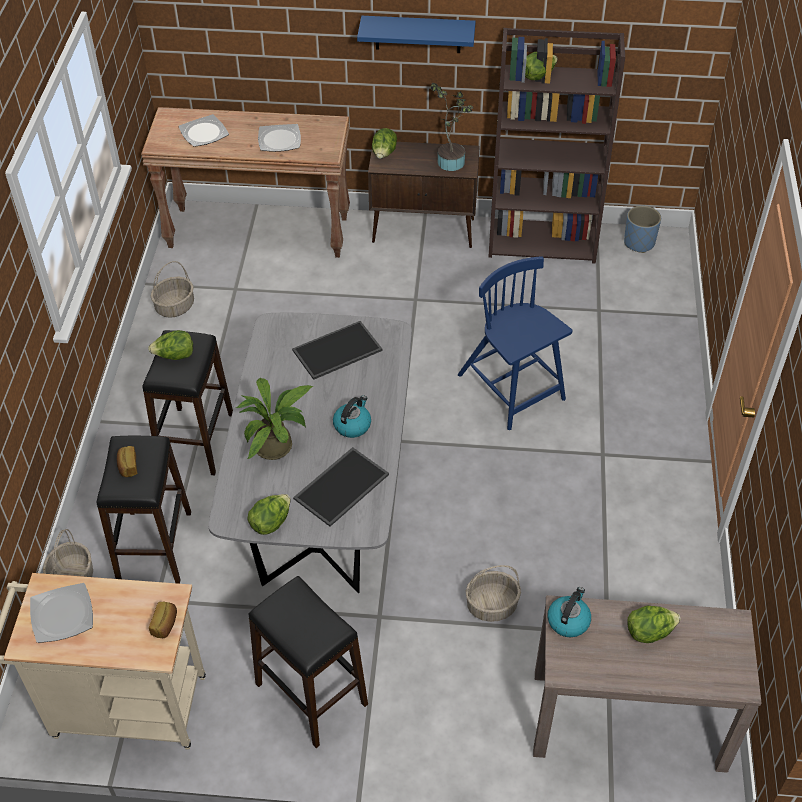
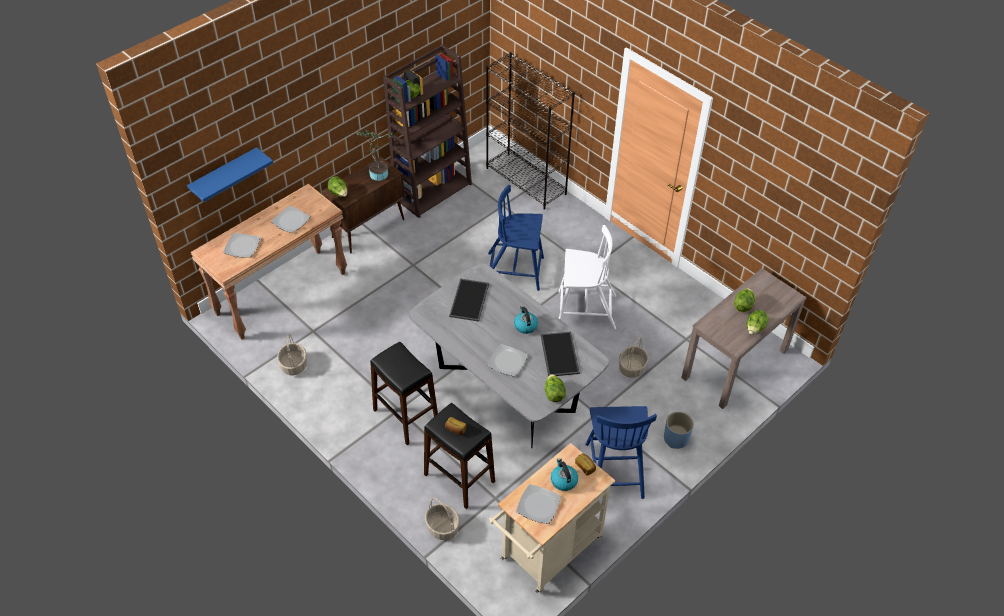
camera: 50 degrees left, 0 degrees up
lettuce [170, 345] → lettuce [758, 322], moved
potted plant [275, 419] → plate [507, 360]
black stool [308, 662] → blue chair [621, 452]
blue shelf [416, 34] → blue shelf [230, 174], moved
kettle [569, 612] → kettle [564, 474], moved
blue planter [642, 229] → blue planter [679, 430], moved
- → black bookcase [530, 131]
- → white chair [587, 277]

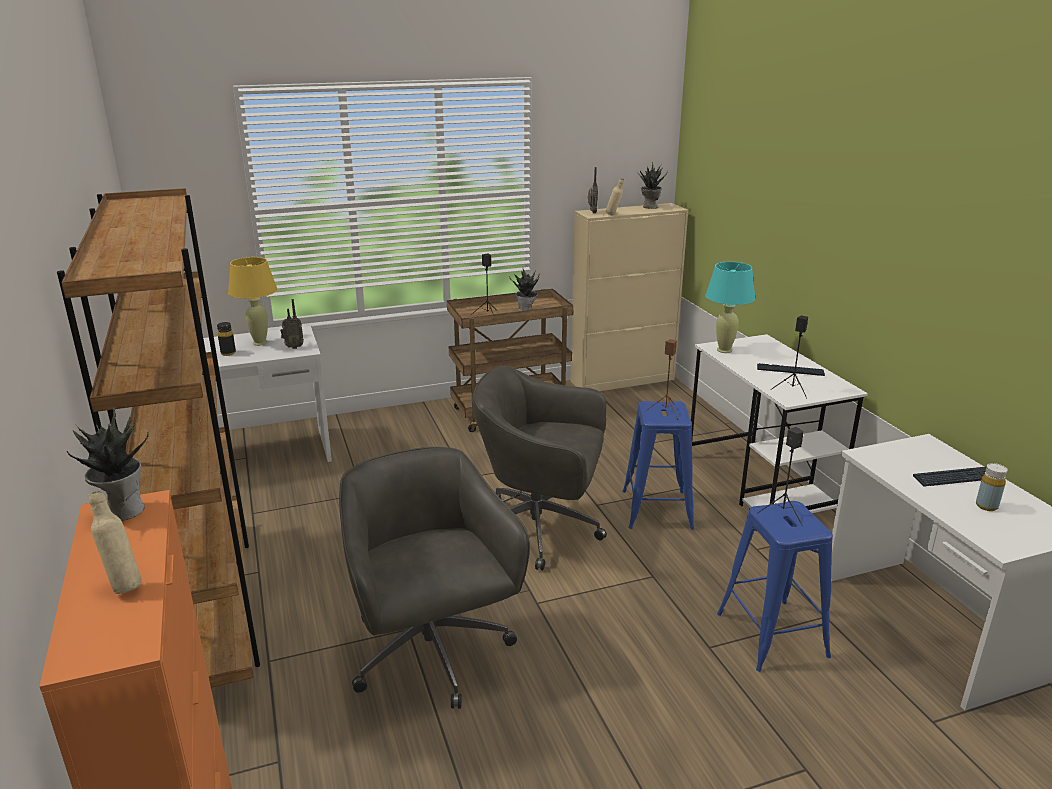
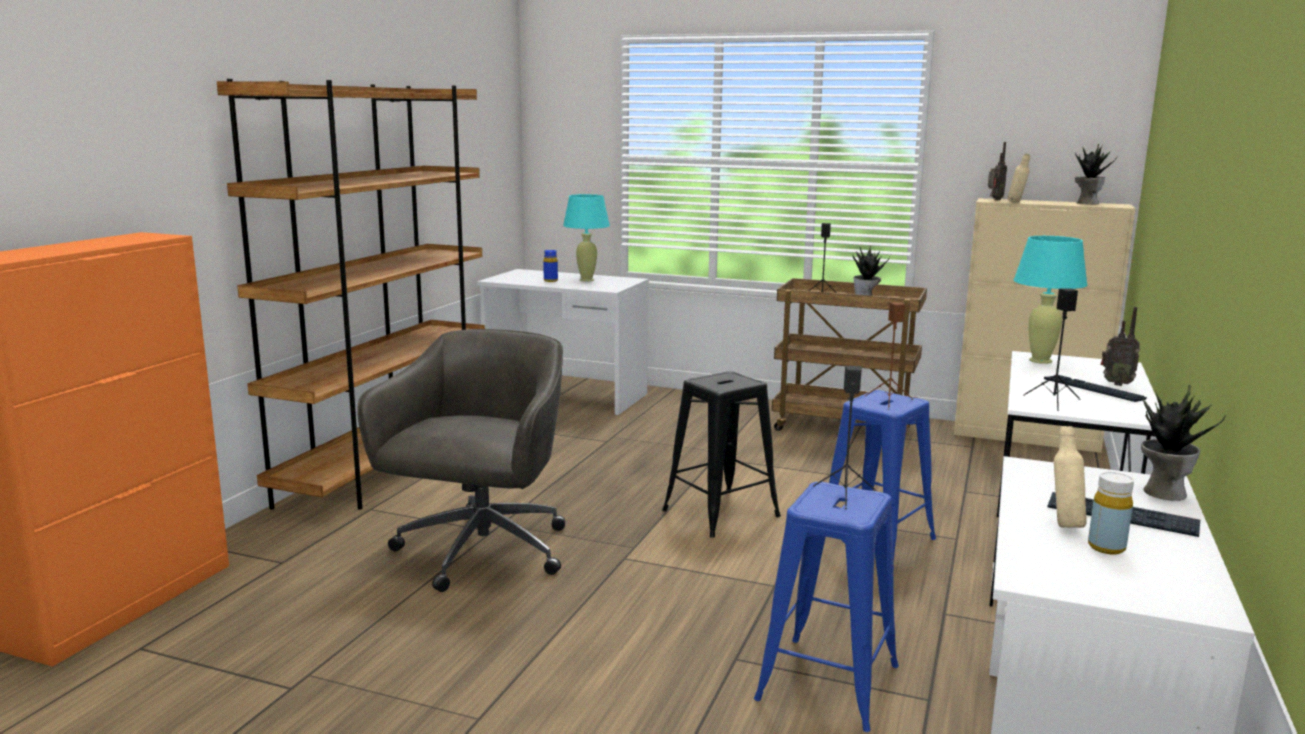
camera: 40 degrees right, 10 degrees down
potted plant [108, 464] → potted plant [1183, 443], moved
beige bottle [115, 542] → beige bottle [1070, 477], moved
black bottle [226, 339] → blue bottle [550, 266]
yellow table lamp [252, 301] → turquoise table lamp [586, 237]
radio [292, 324] → radio [1120, 346], moved
grey office chair [539, 468] → black stool [721, 454]

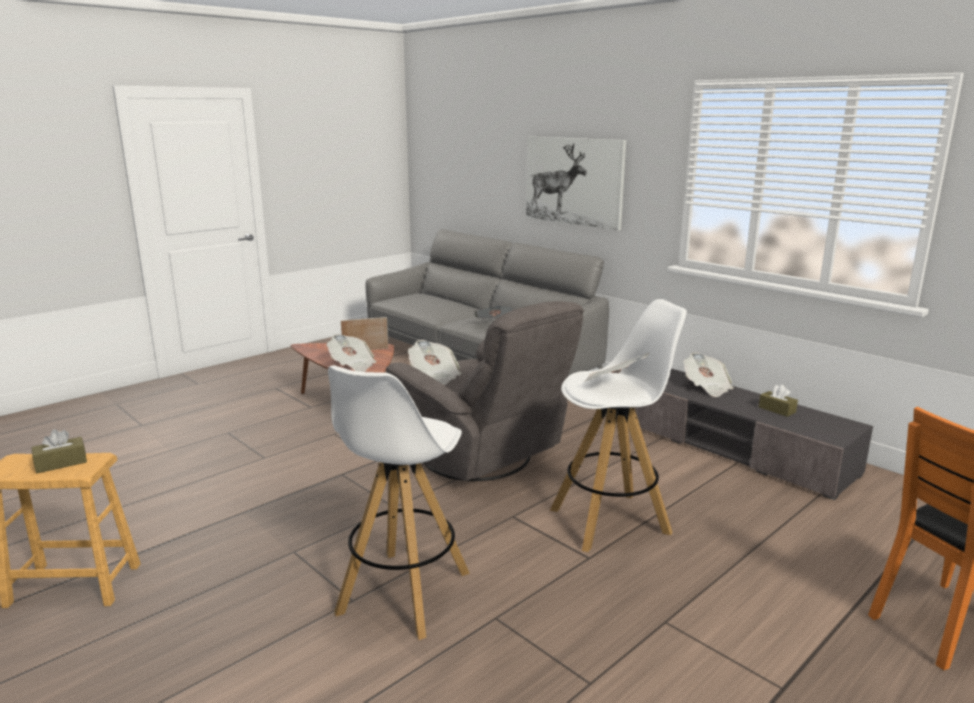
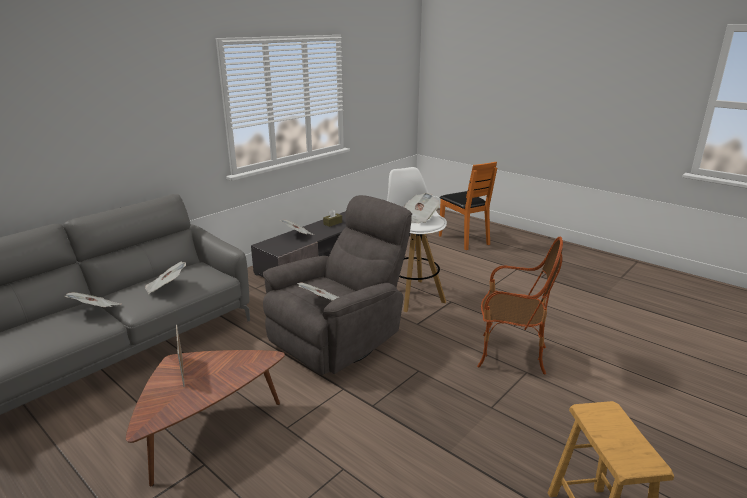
camera: 95 degrees left, 5 degrees up
brown tissue box [59, 451] → -
newspaper [352, 353] → newspaper [92, 299], moved
white stool [399, 502] → armchair [520, 305]
picture [576, 184] → -

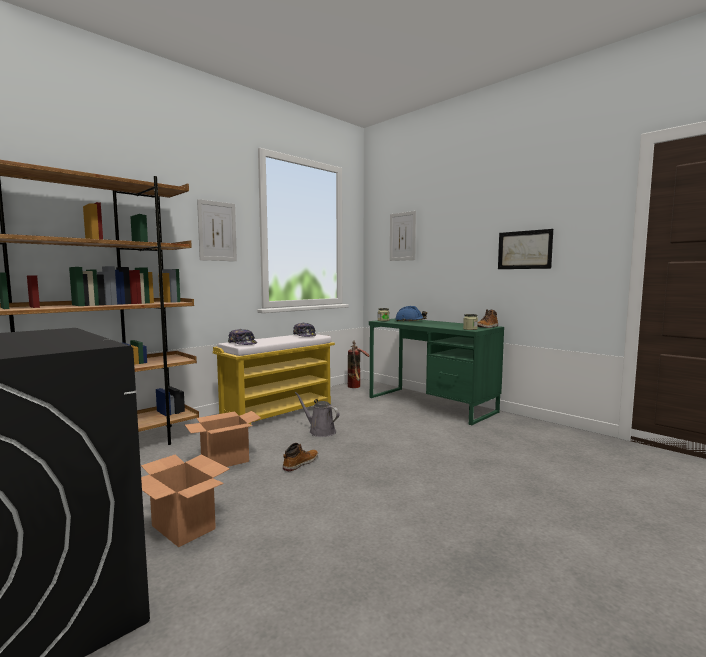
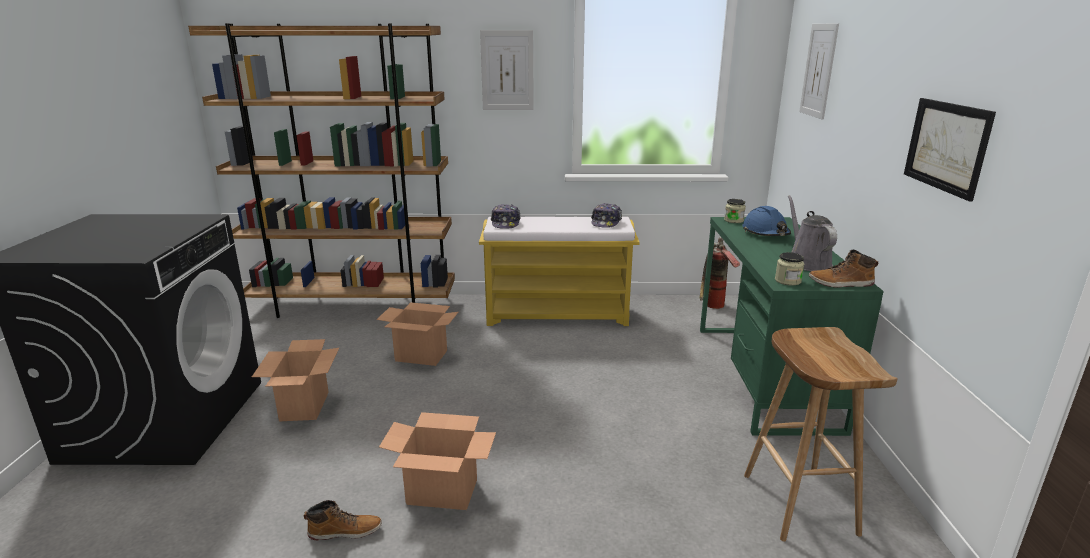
camera: 45 degrees right, 15 degrees up
boot [300, 457] → boot [343, 520], moved
grey watering can [317, 414] → grey watering can [812, 233], moved
- → cardboard box [437, 461]
- → brown stool [821, 434]

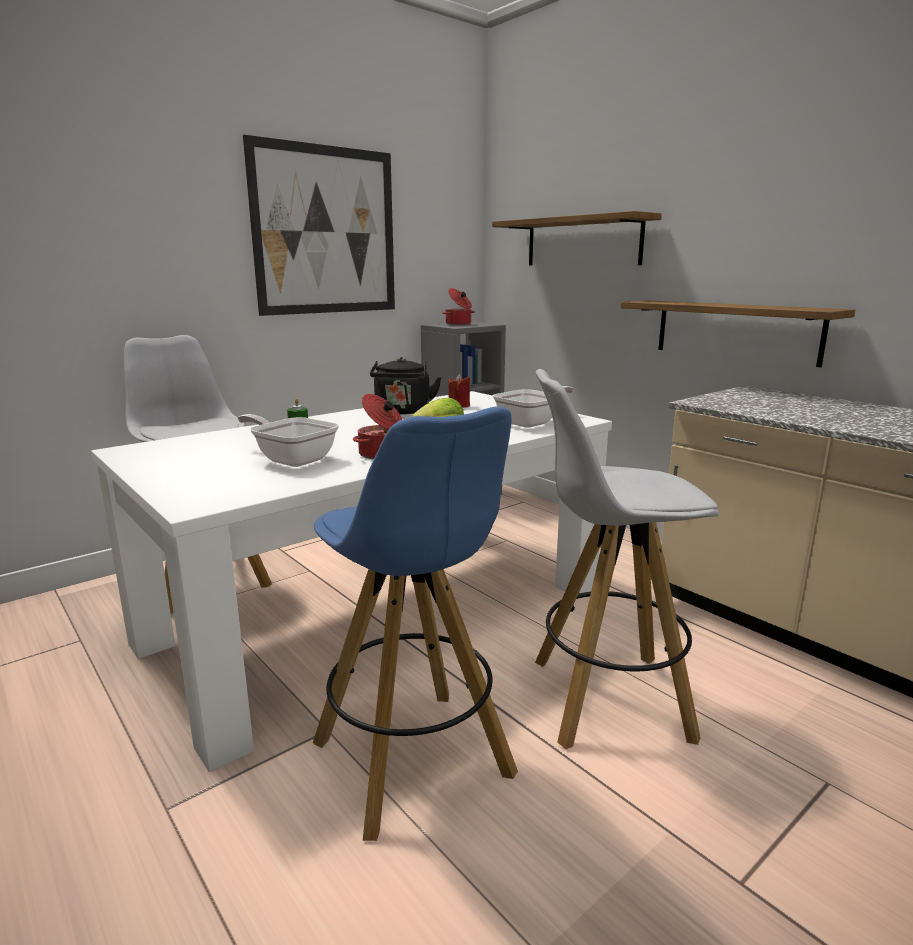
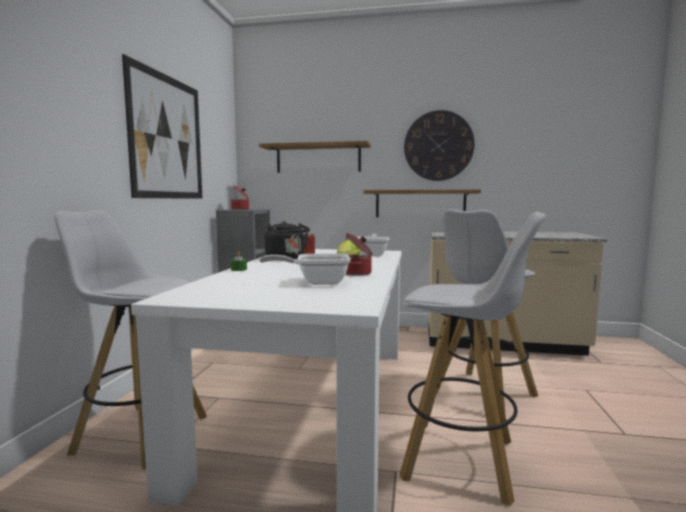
camera: 40 degrees left, 10 degrees down
blue stool [415, 623] → white stool [473, 359]
- → wall clock [439, 145]

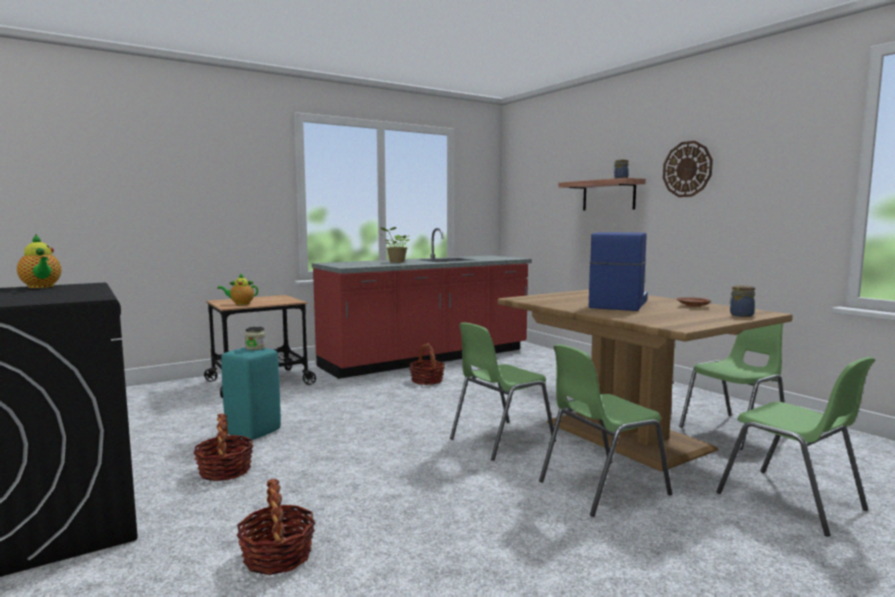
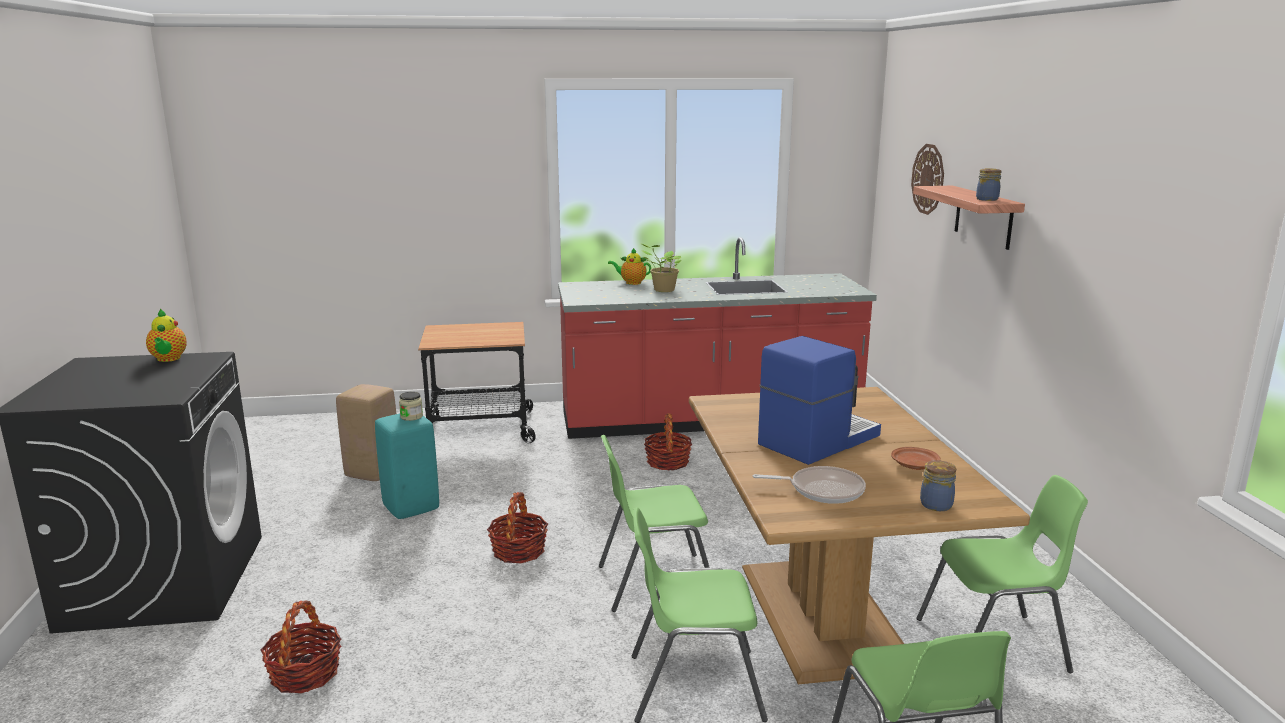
camera: 25 degrees right, 10 degrees up
basket [223, 447] → basket [517, 527], moved
teapot [237, 289] → teapot [629, 266], moved
wall clock [688, 169] → wall clock [927, 179], moved
- → beige stool [366, 432]
- → frying pan [809, 485]

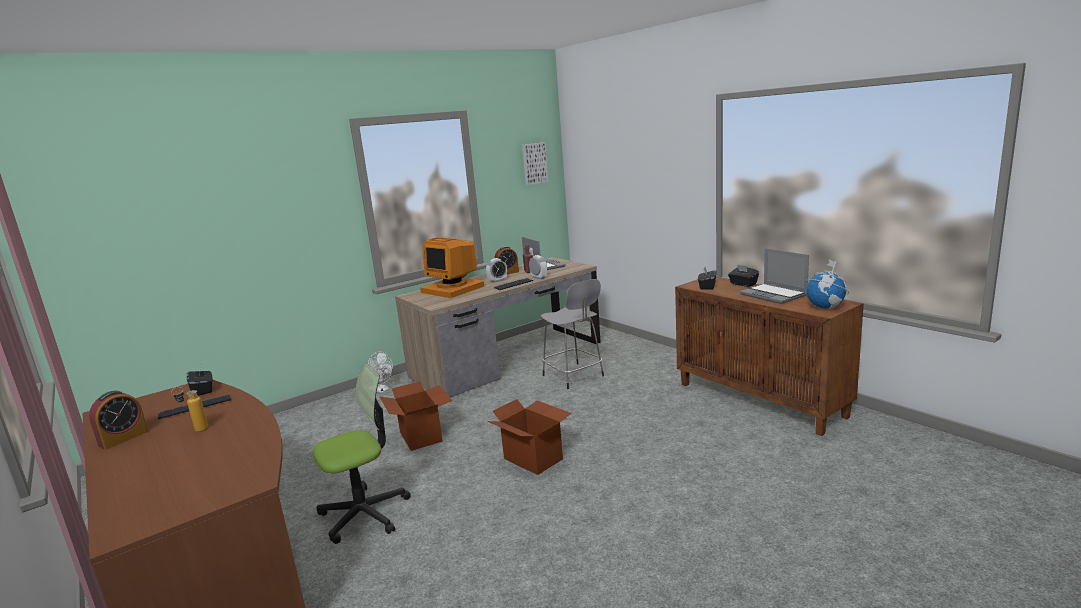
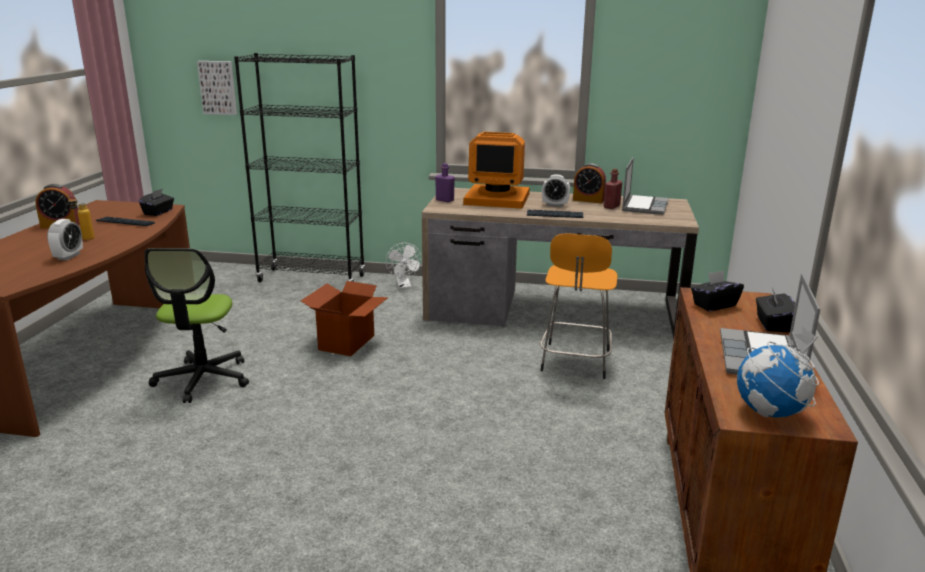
camera: 45 degrees right, 5 degrees up
office chair [362, 454] → office chair [196, 325], 75 degrees clockwise
monitor [452, 267] → monitor [496, 170], 75 degrees counterclockwise
cardboard box [529, 437] → -
picture [535, 163] → picture [217, 88], moved
alarm clock [538, 267] → alarm clock [65, 239], moved
grey stool [572, 334] → orange stool [579, 306]
- → black bookcase [299, 167]
- → purple bottle [445, 182]

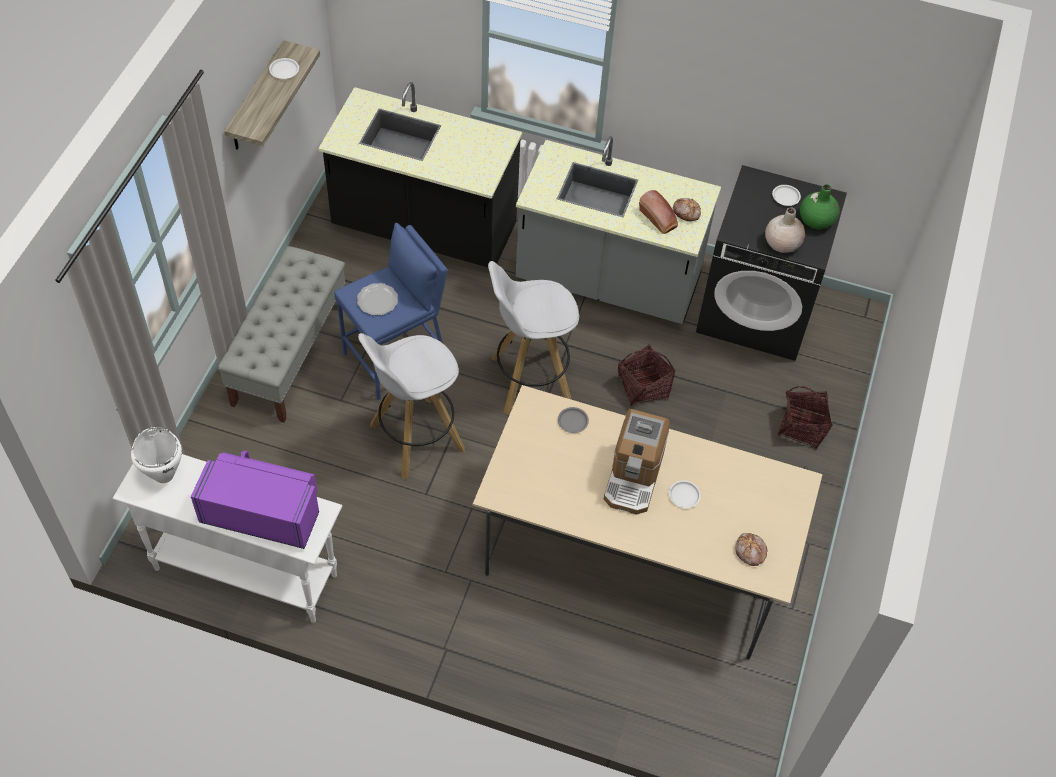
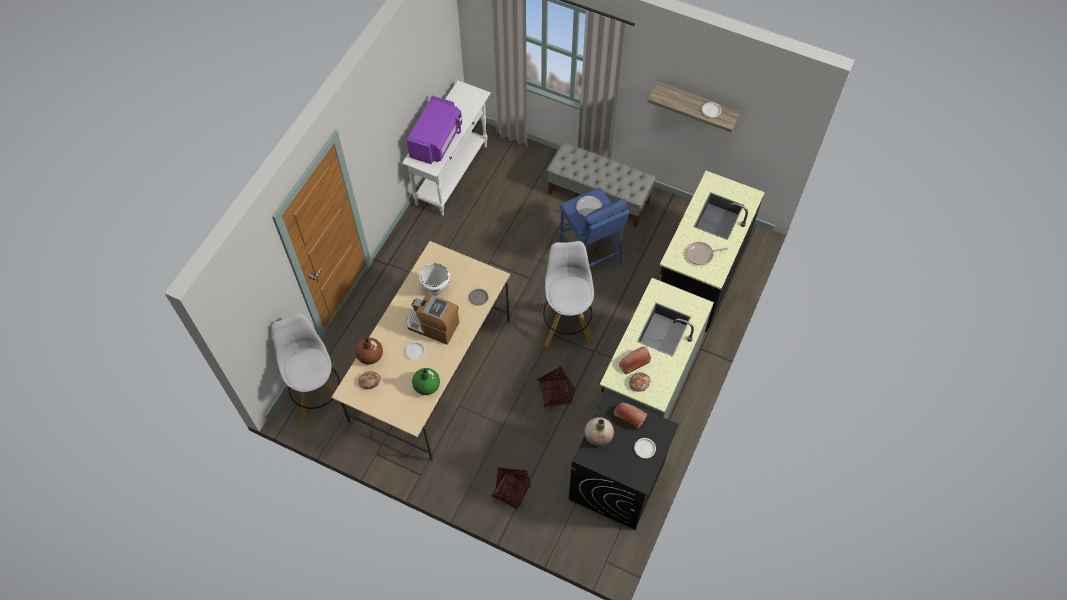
camera: 100 degrees right, 5 degrees up
white cooking pot [156, 455] → white cooking pot [434, 279], moved
white stool [411, 406] → white stool [310, 370], moved
green vase [820, 206] → green vase [426, 381], moved
- → brown vase [369, 351]
- → bread [630, 416]
- → frying pan [707, 253]

